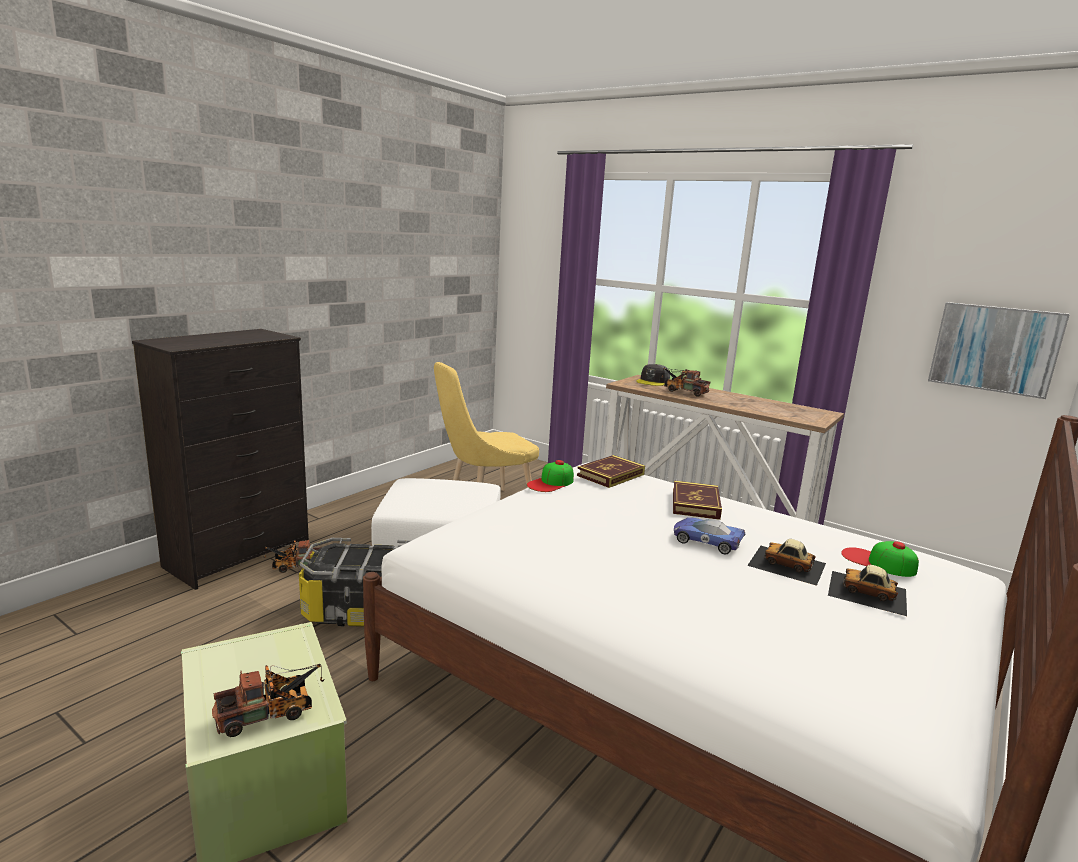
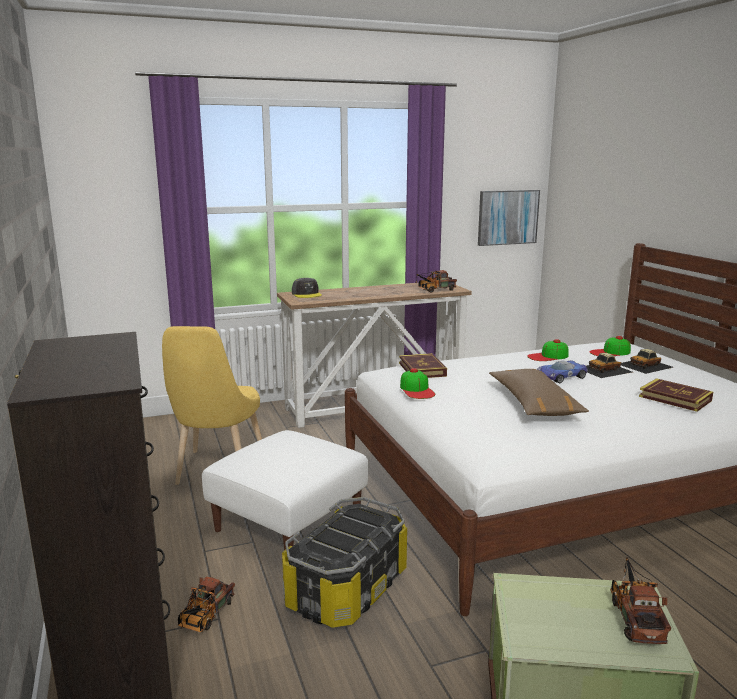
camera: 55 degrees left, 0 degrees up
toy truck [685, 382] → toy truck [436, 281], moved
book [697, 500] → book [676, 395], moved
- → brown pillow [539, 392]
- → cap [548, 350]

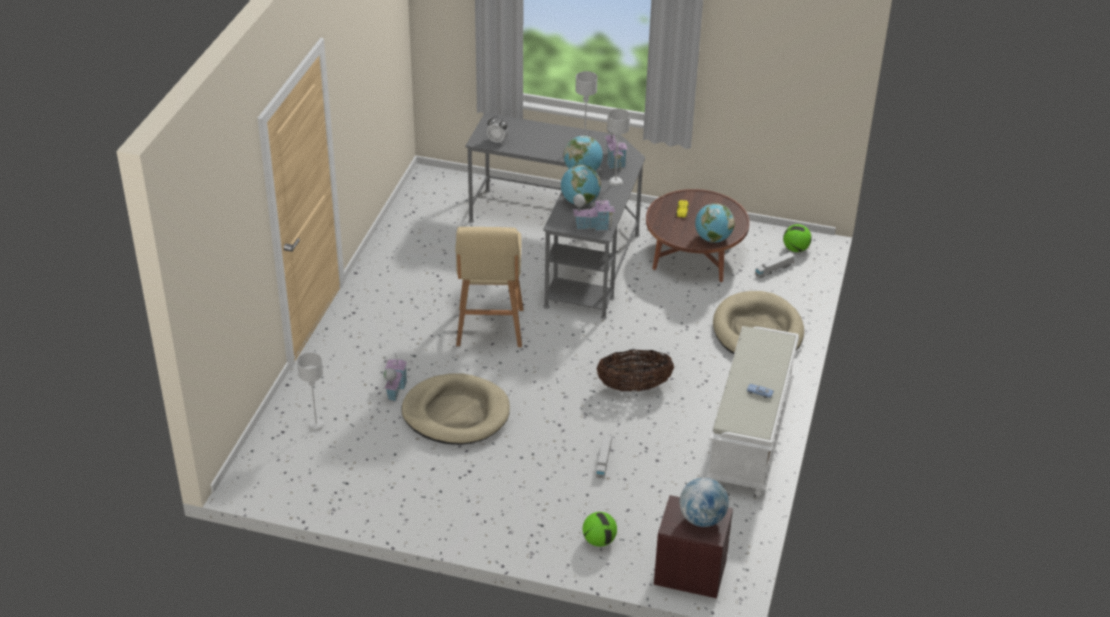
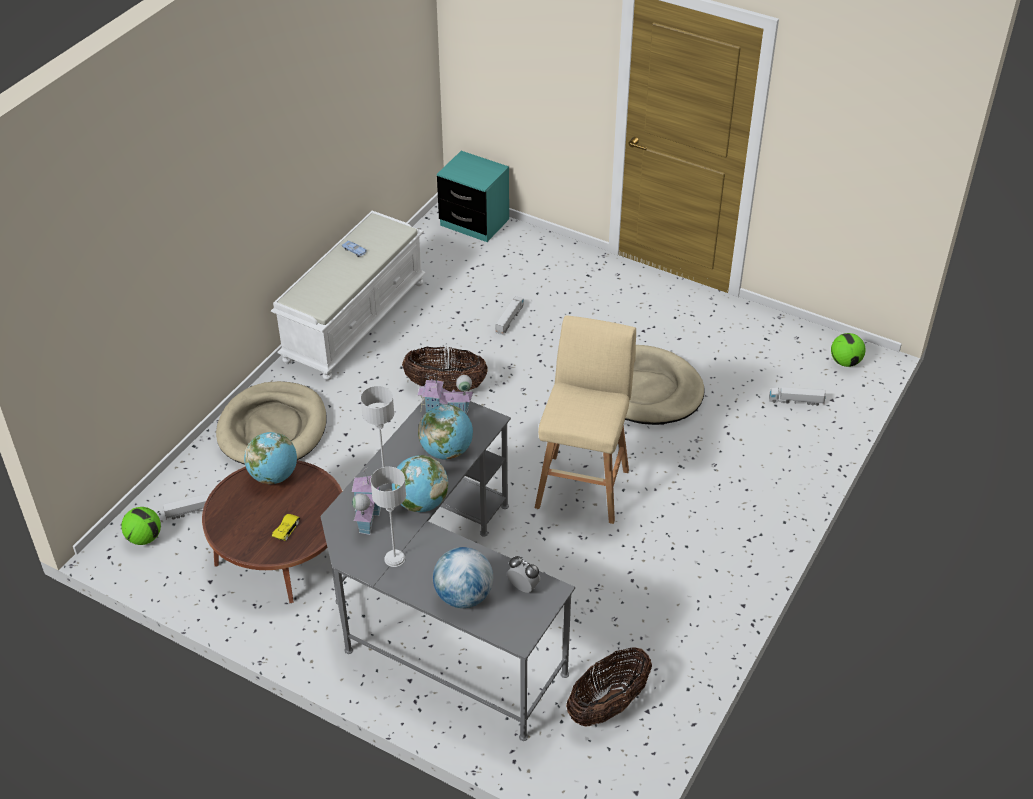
camera: 165 degrees left, 5 degrees up
grey table lamp [310, 391] → toy truck [797, 396]
toy house [395, 377] → -
football [600, 529] → football [848, 350], moved
brown nightstand [693, 546] → turquoise nightstand [473, 196]
globe [704, 502] → globe [463, 577], moved
- → basket [609, 686]

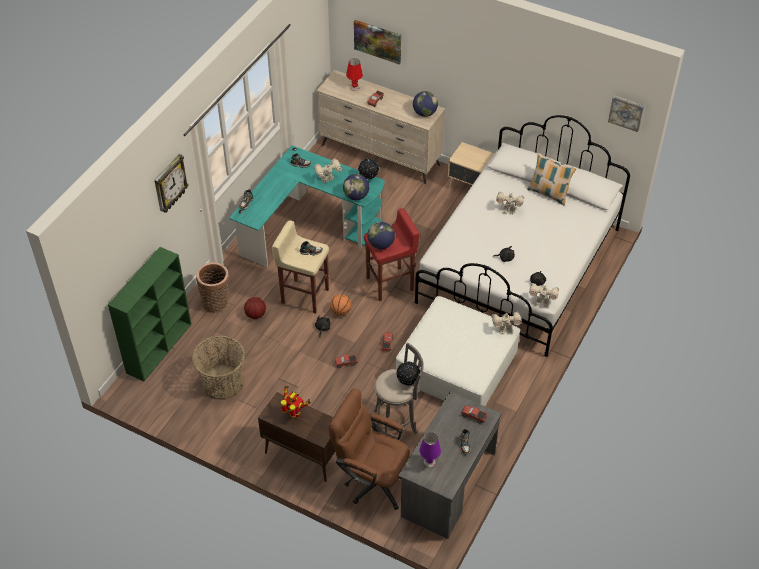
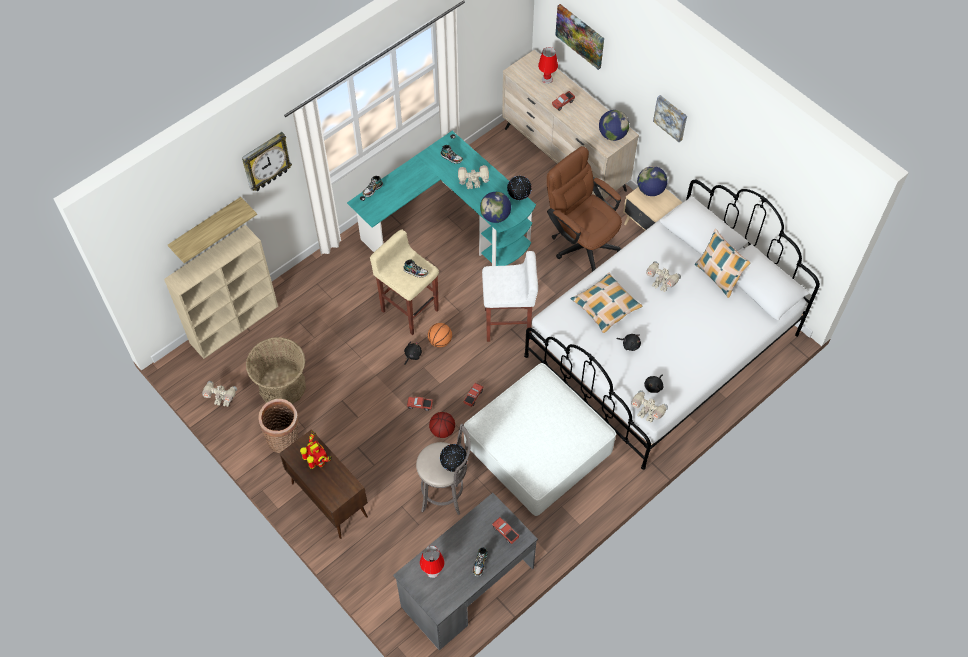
camera: 20 degrees right, 10 degrees up
green bookcase [149, 314] → beige bookcase [221, 292]
basket [212, 287] → basket [278, 426], moved
basketball [255, 308] → basketball [442, 425], moved
brown office chair [369, 449] → brown office chair [584, 209], moved
red stool [391, 254] → white stool [510, 296]
globe [381, 235] → globe [652, 181], moved
purple table lamp [430, 450] → red table lamp [432, 562]
toy robot [506, 323] → toy robot [219, 394], moved
picture [626, 114] → picture [670, 118], moved
- → shelf [212, 230]
- → pillow [606, 302]

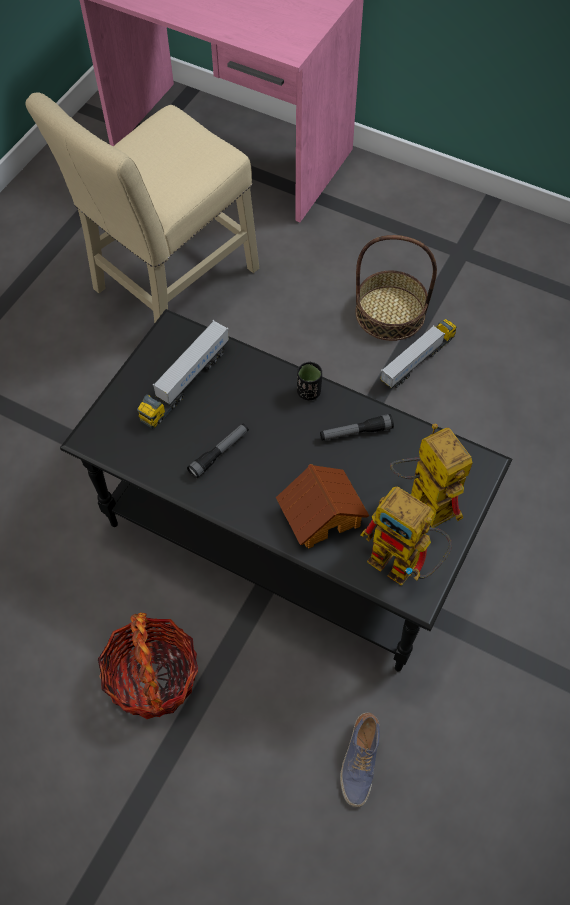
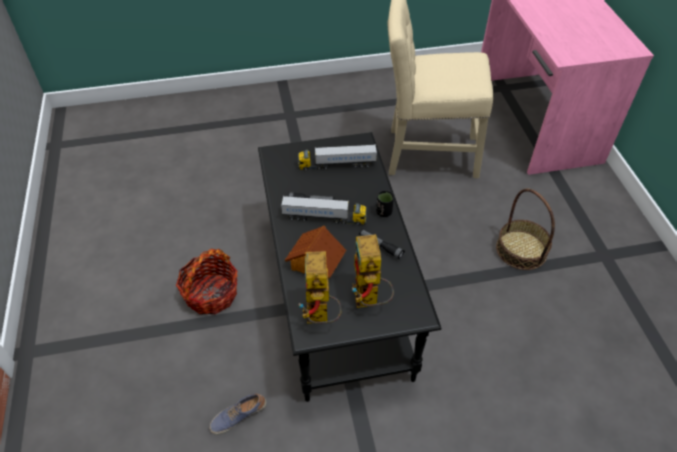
camera: 50 degrees right, 10 degrees down
toy truck [418, 353] → toy truck [324, 210], moved
toy robot [431, 476] → toy robot [373, 271], 150 degrees clockwise

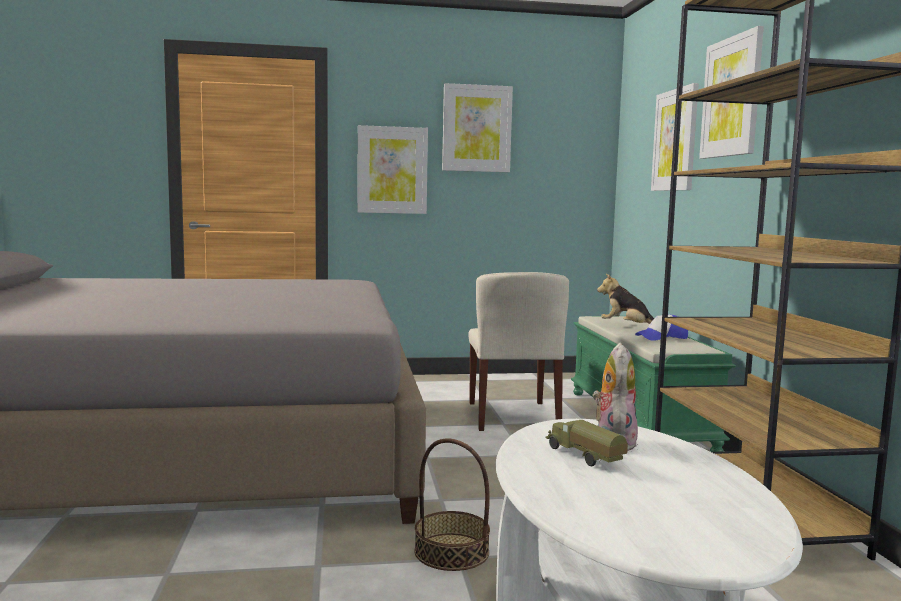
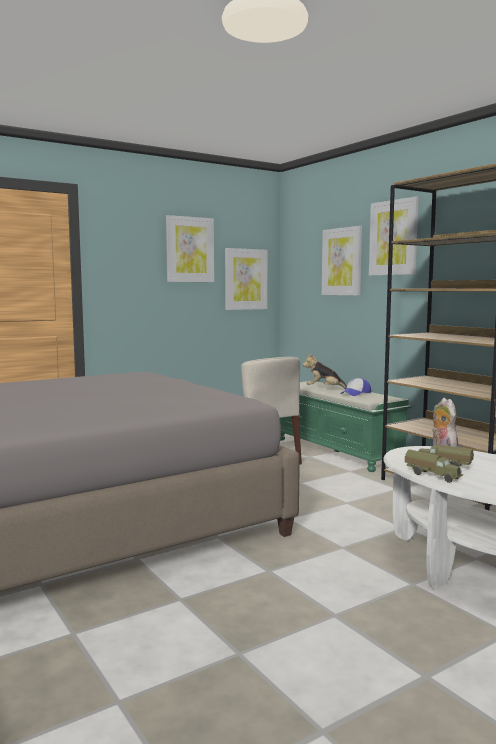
camera: 25 degrees left, 0 degrees up
picture [392, 169] → picture [246, 279], moved
basket [452, 504] → -
- → toy truck [434, 466]

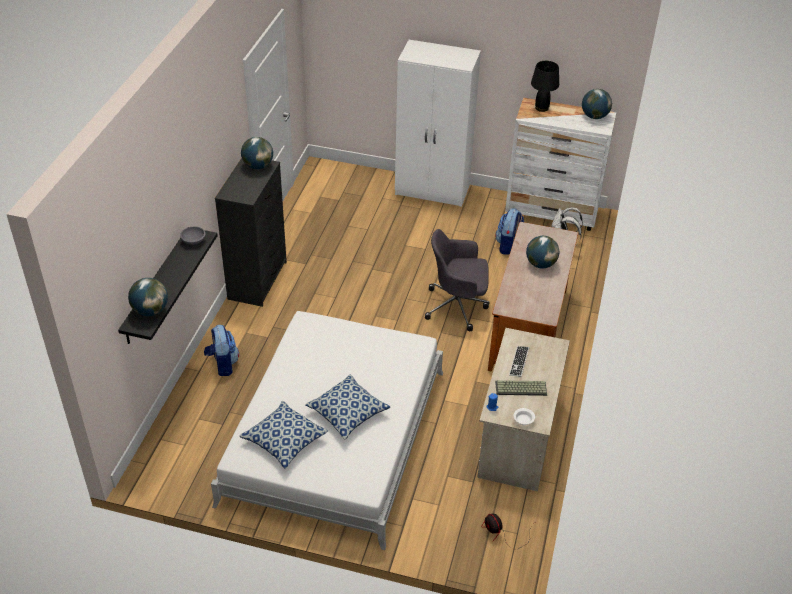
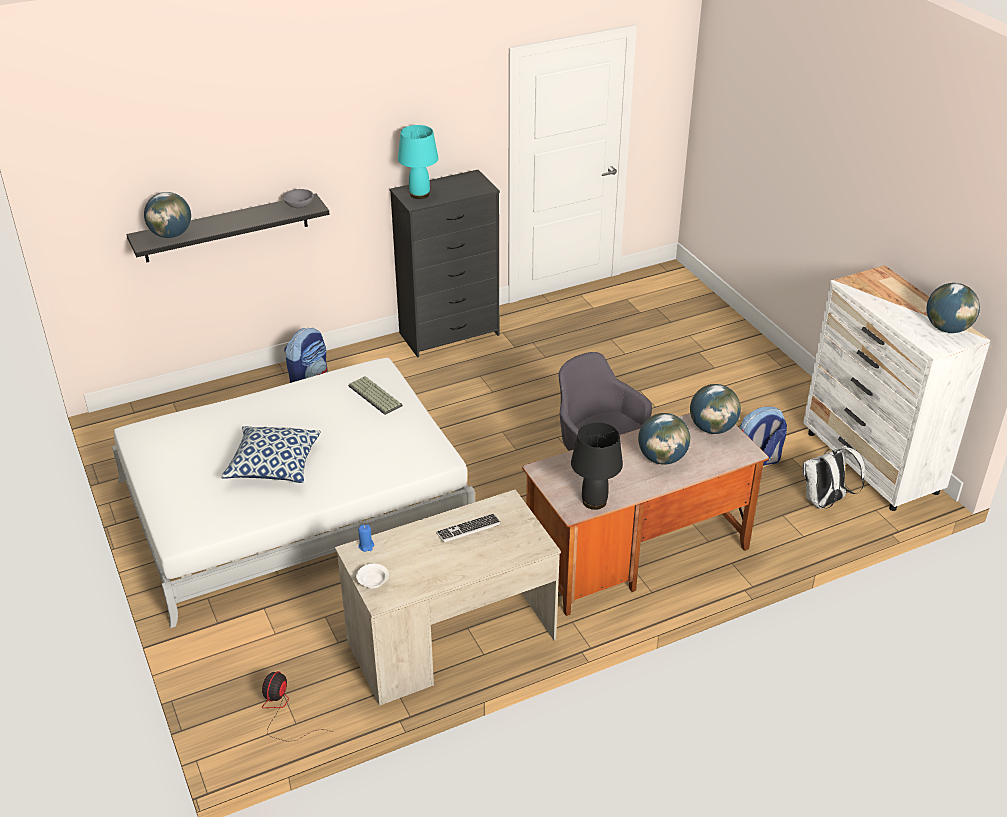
camera: 50 degrees right, 5 degrees down
pillow [283, 435] → -
globe [257, 153] → globe [715, 409], moved
white wardrobe [438, 123] → -
keyboard [521, 388] → keyboard [375, 395], moved
black table lamp [545, 86] → black table lamp [597, 466], moved
- → turquoise table lamp [418, 162]

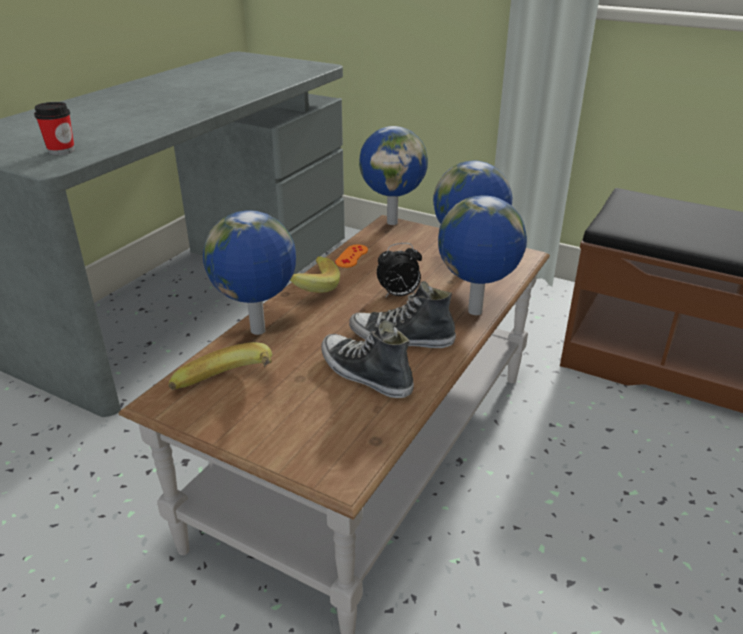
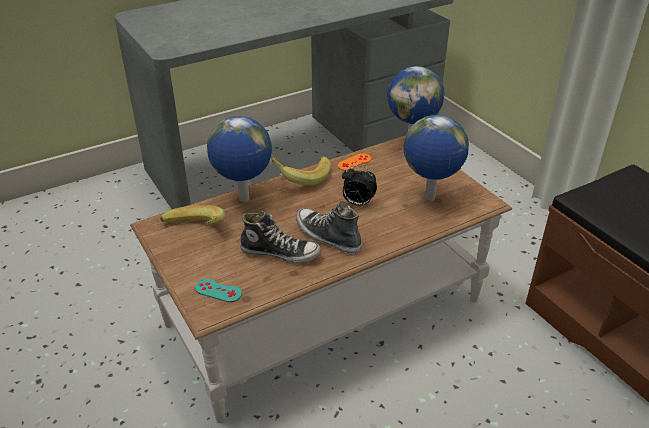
camera: 30 degrees right, 5 degrees up
cup [54, 128] → -
shoe [367, 359] → shoe [280, 237], 120 degrees clockwise
globe [482, 255] → -
- → turquoise game controller [218, 290]

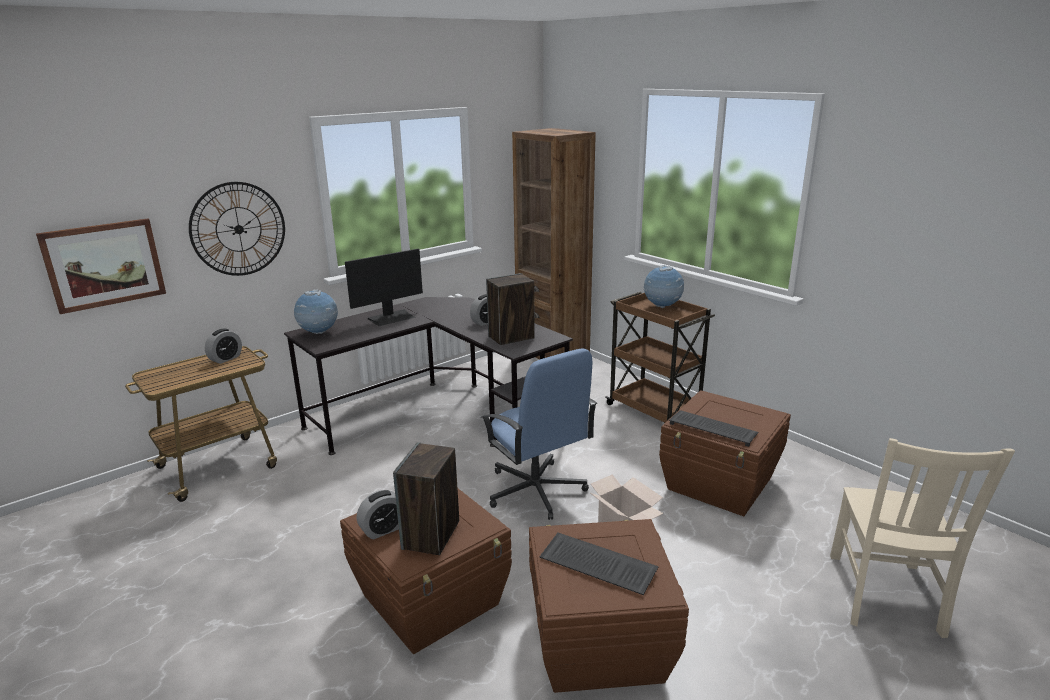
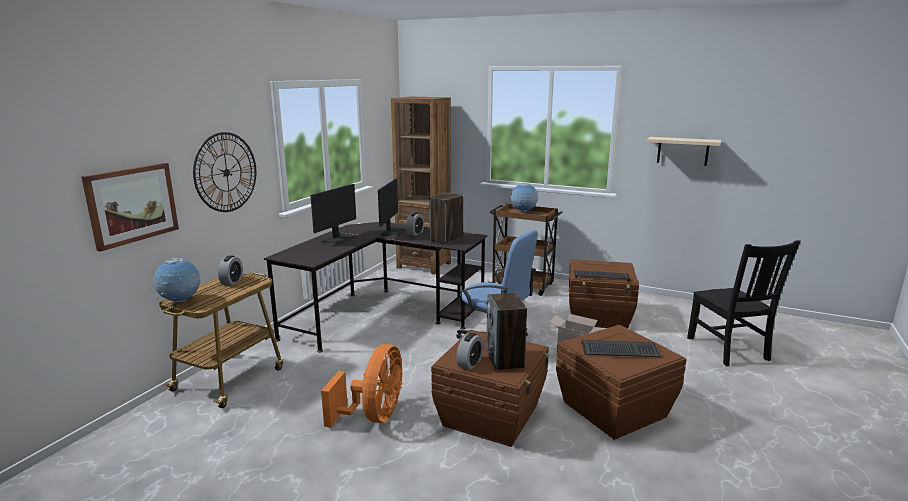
camera: 25 degrees left, 5 degrees down
globe [316, 312] → globe [177, 280], moved
beige chair [922, 538] → black chair [744, 303]
- → orange fan [362, 385]
- → monitor [392, 208]
- → beige shelf [684, 151]

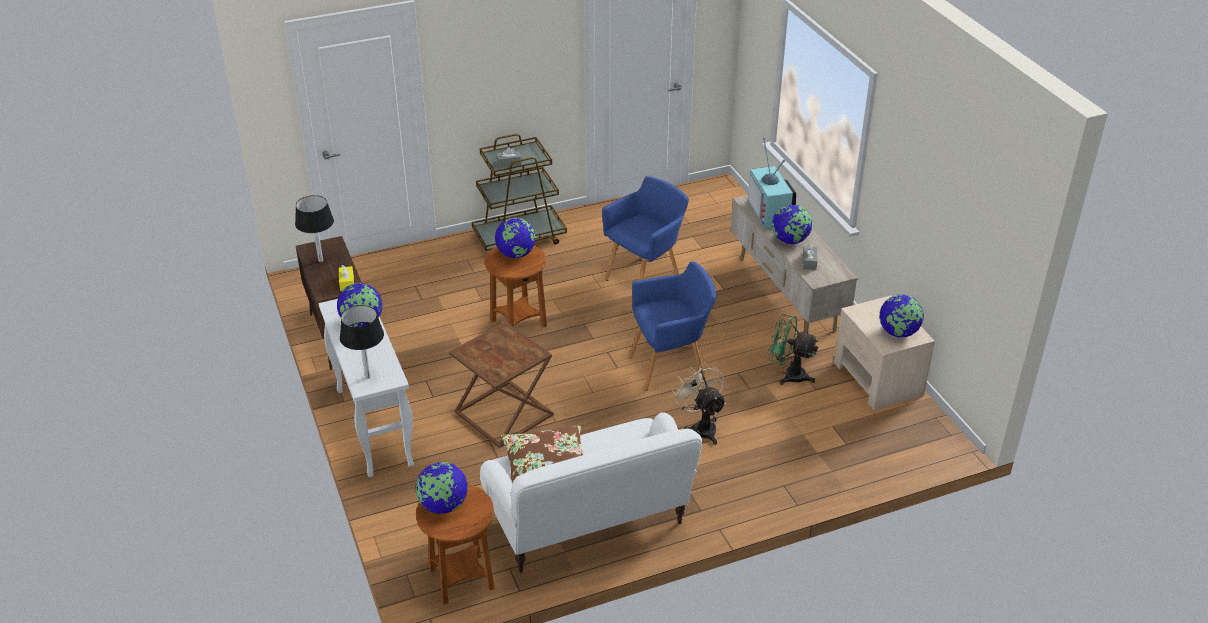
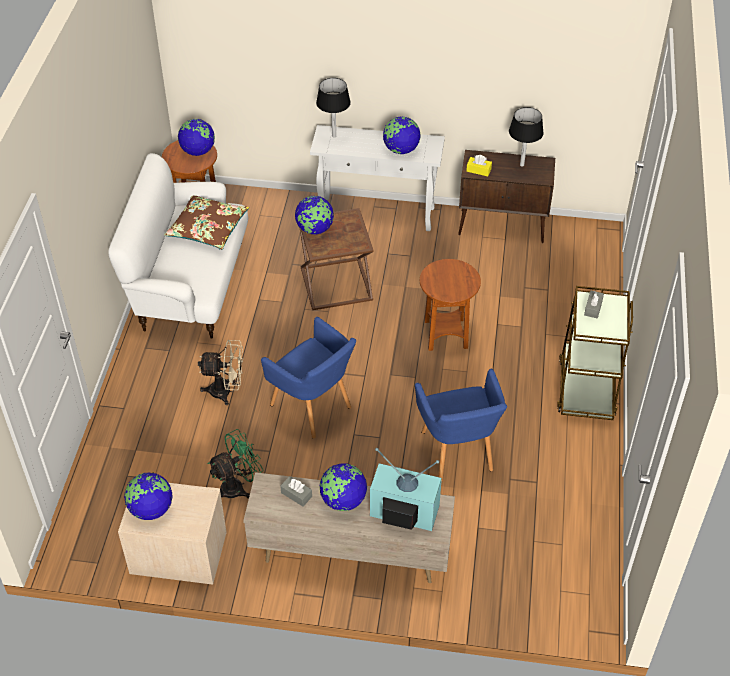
camera: 120 degrees right, 10 degrees up
globe [515, 238] → globe [314, 215], moved
blue armchair [673, 325] → blue armchair [308, 378], 60 degrees counterclockwise

